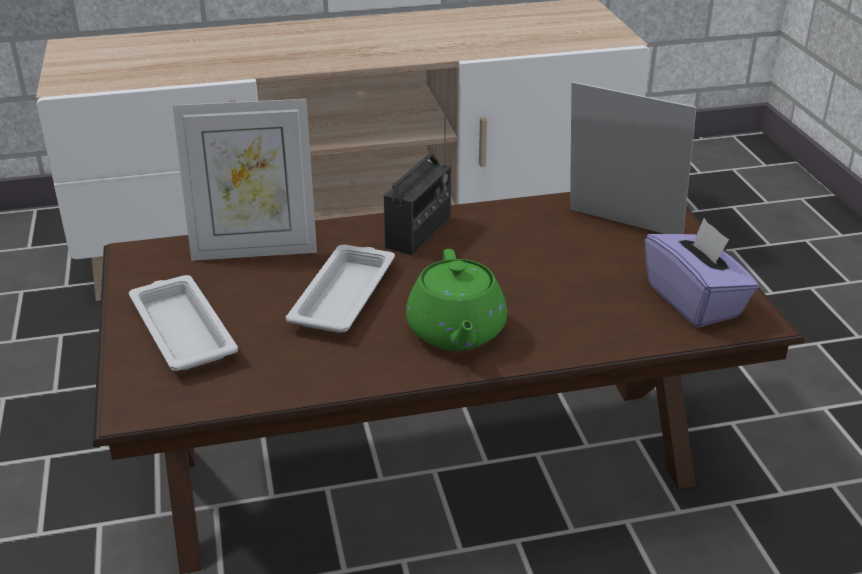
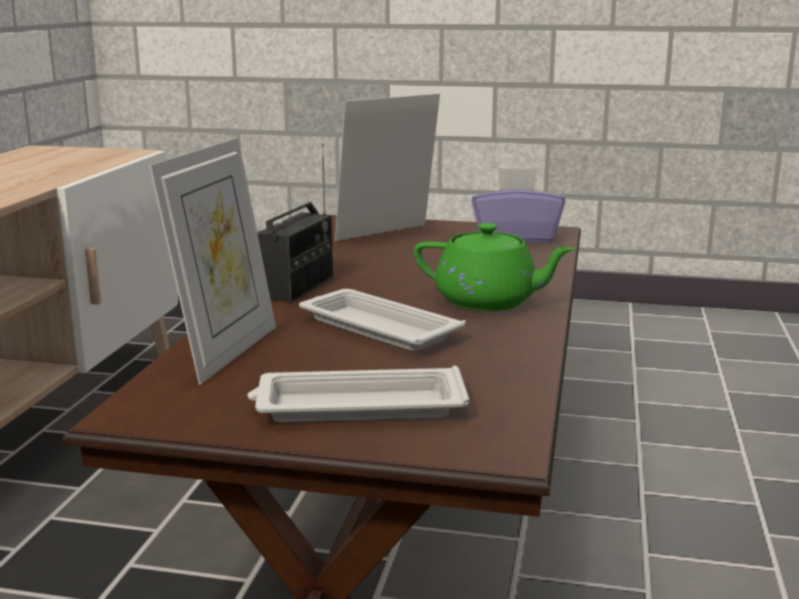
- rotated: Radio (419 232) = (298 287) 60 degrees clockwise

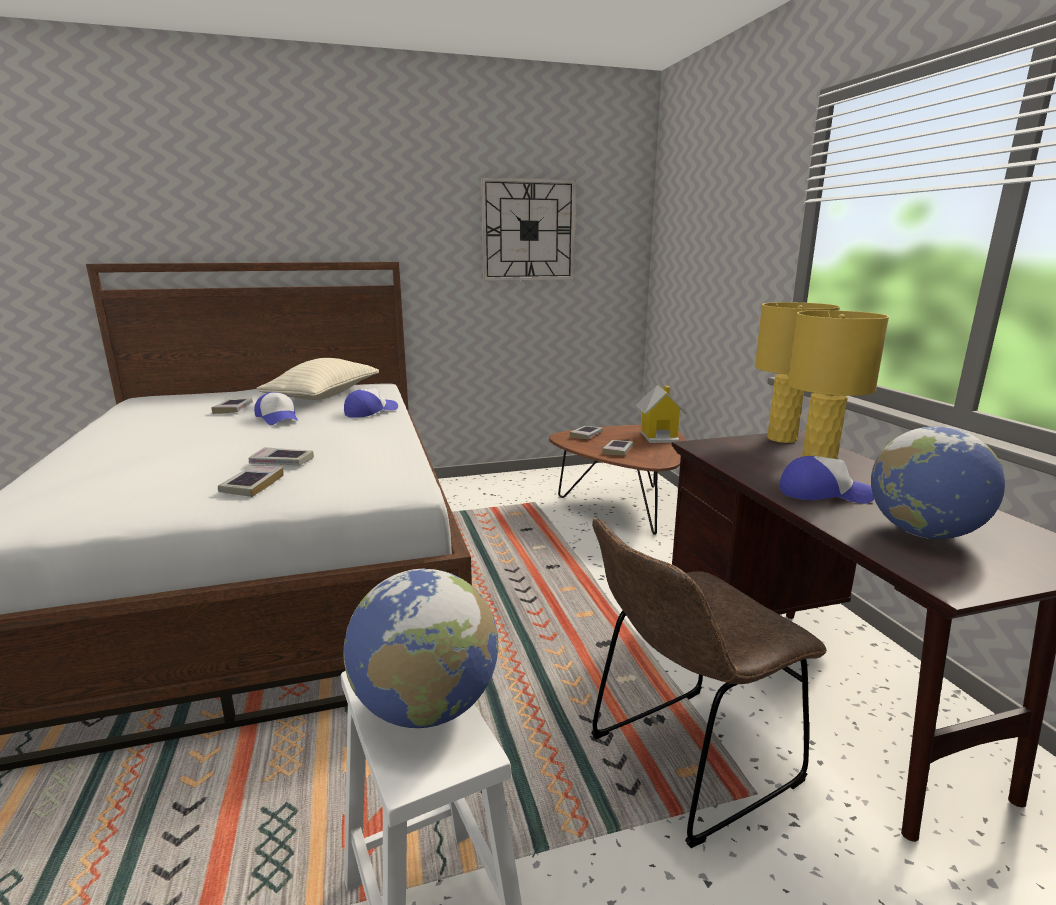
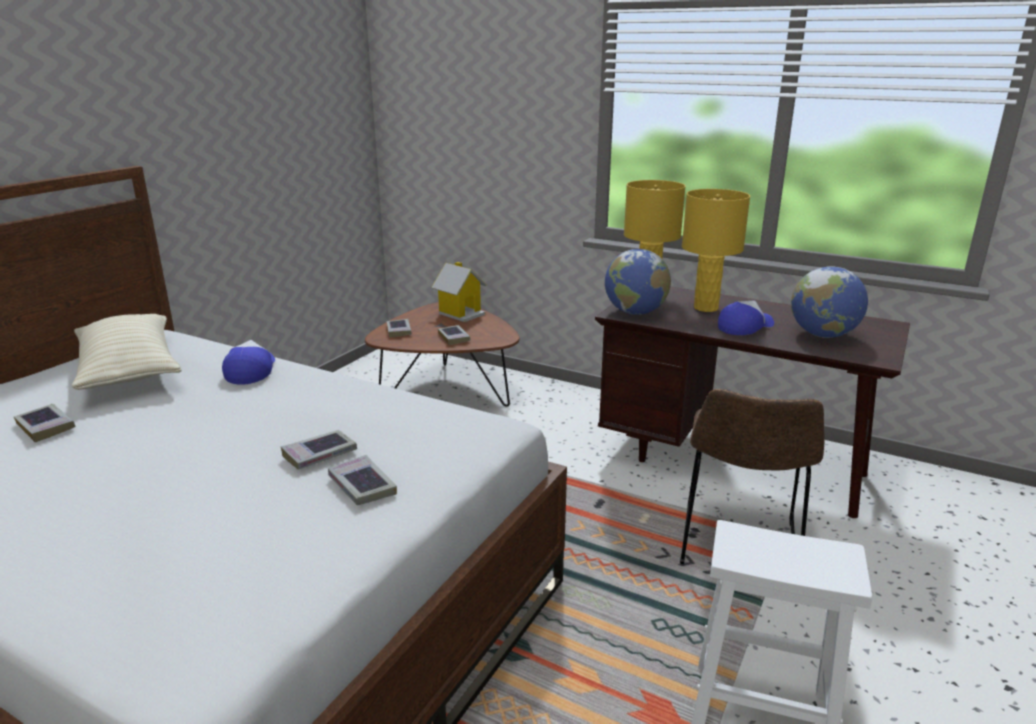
- gone: Kappe (278 418)
- gone: Wanduhr (528 230)
- shifted: Globus (426 708) to (635 312)

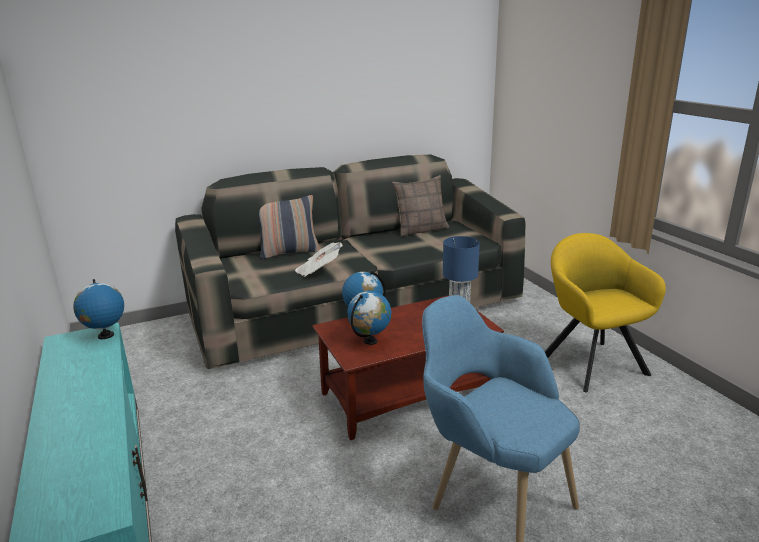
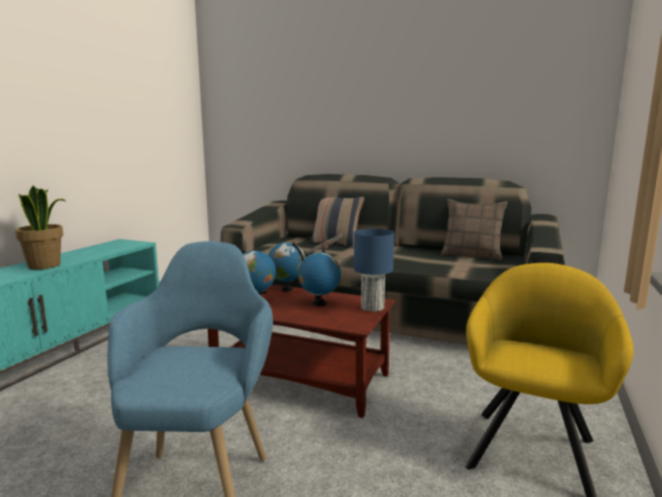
- new: Topfpflanze (45 265)
- shifted: Globus (105 336) to (319 303)

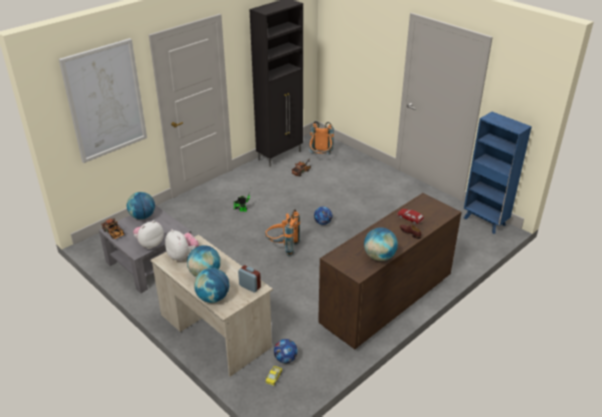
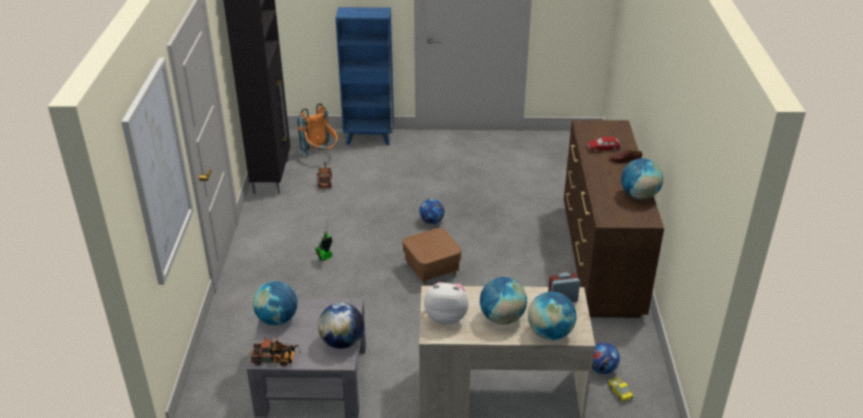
- shifted: Bücherregal (blau) (485 222) to (369 138)
- swapped: Plüschtier (150 244) to Globus (342 342)
- swapped: Rucksack (orange) (282 247) to Polsterhocker (braun) (431 269)

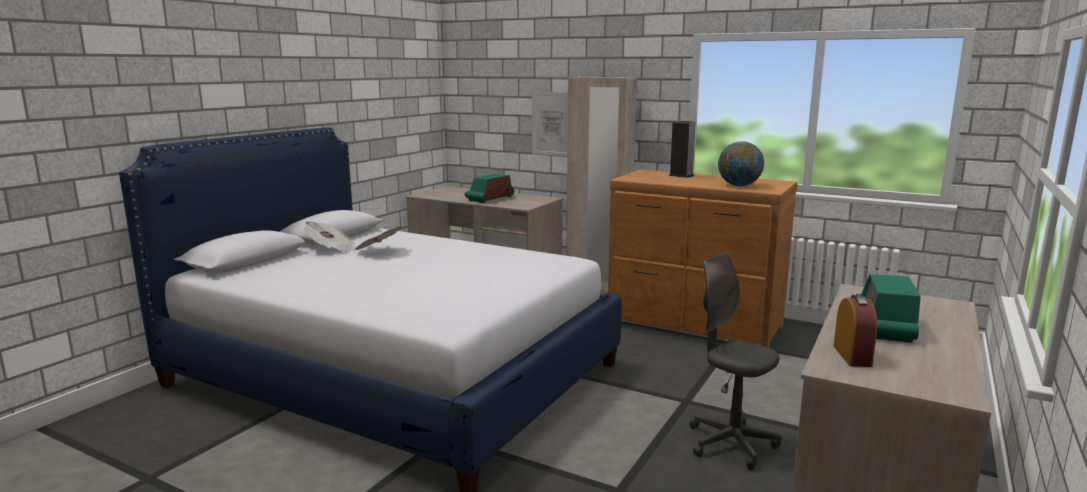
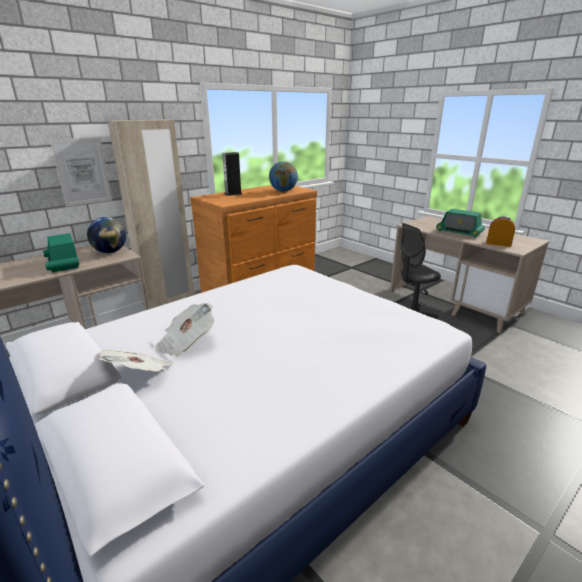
- new: Globus (110 252)

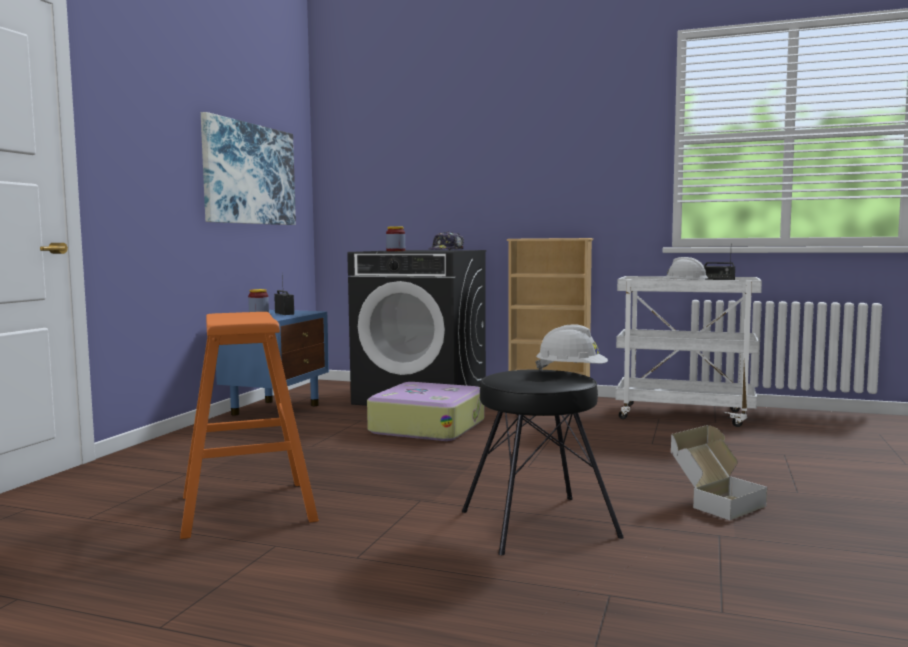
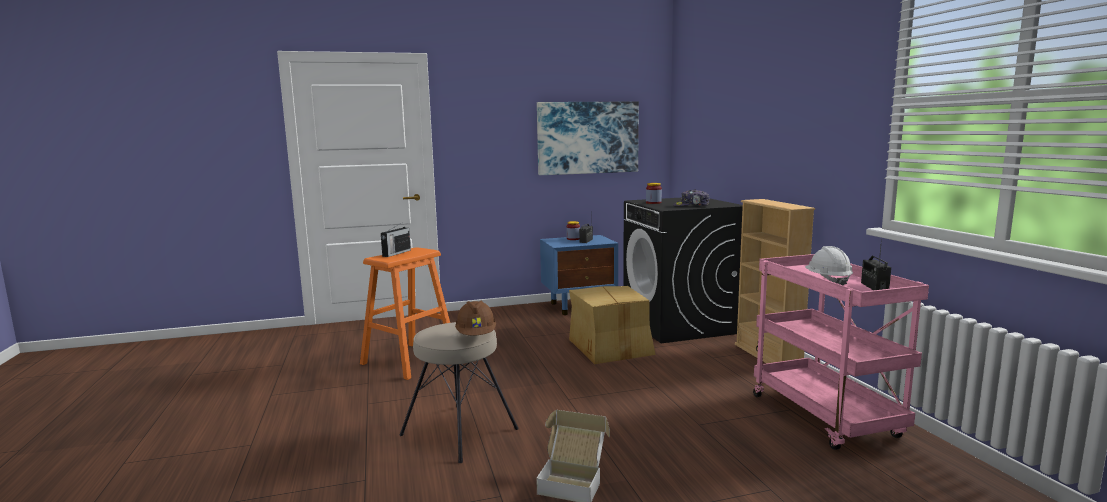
- new: Radio (396 253)
- swapped: Koffer (427 426) to Karton (611 348)
- repainted: Hocker (schwarz) (537 523) to Hocker (beige) (460 431)
- repainted: Schutzhelm (weiß) (571 373) to Schutzhelm (braun) (476 336)
- repainted: Rollwagen (weiß) (685 415) to Rollwagen (rosa) (826 417)

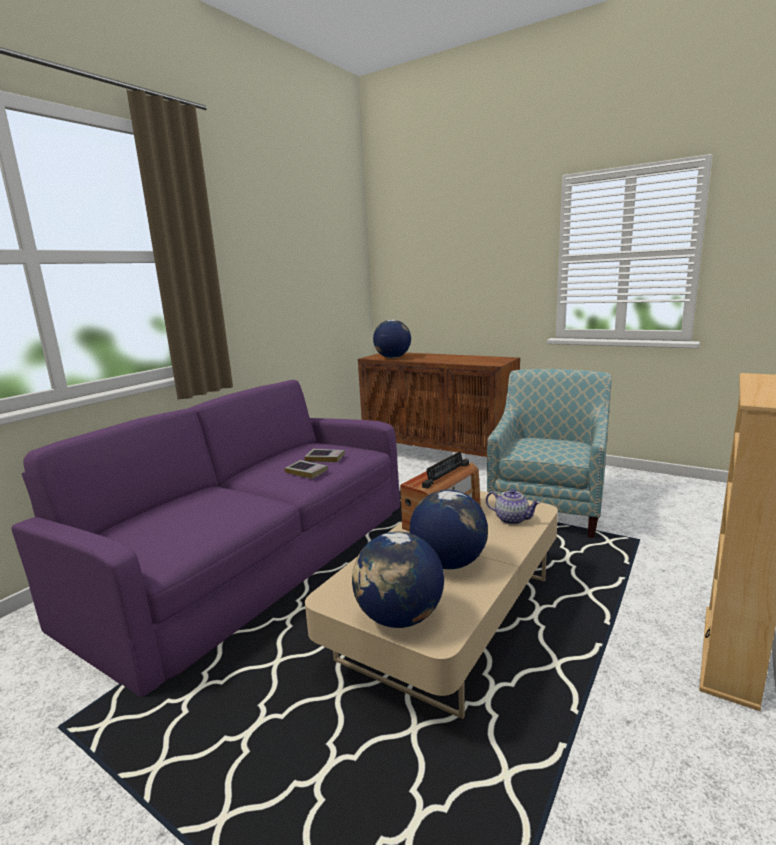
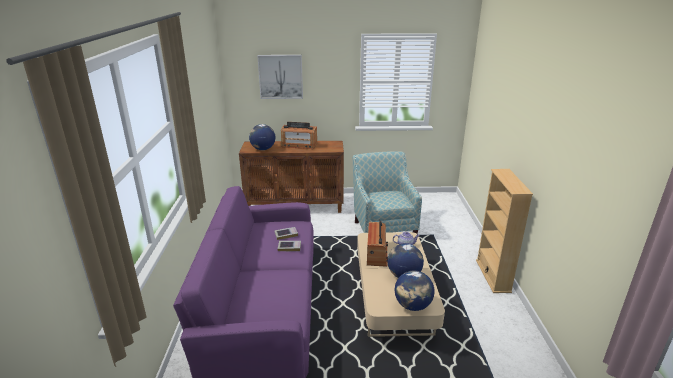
- new: Bild (280 76)
- new: Radio (299 145)

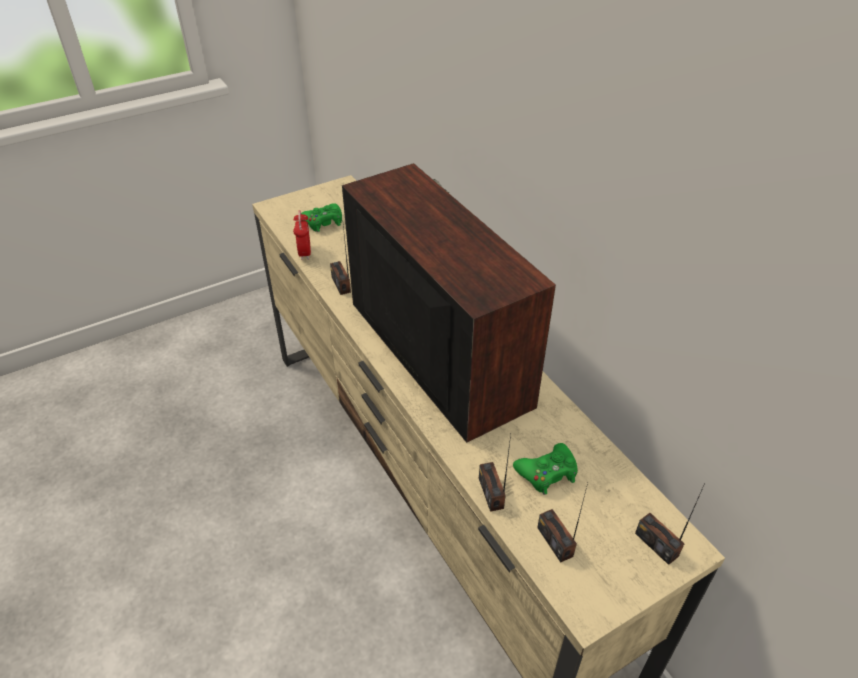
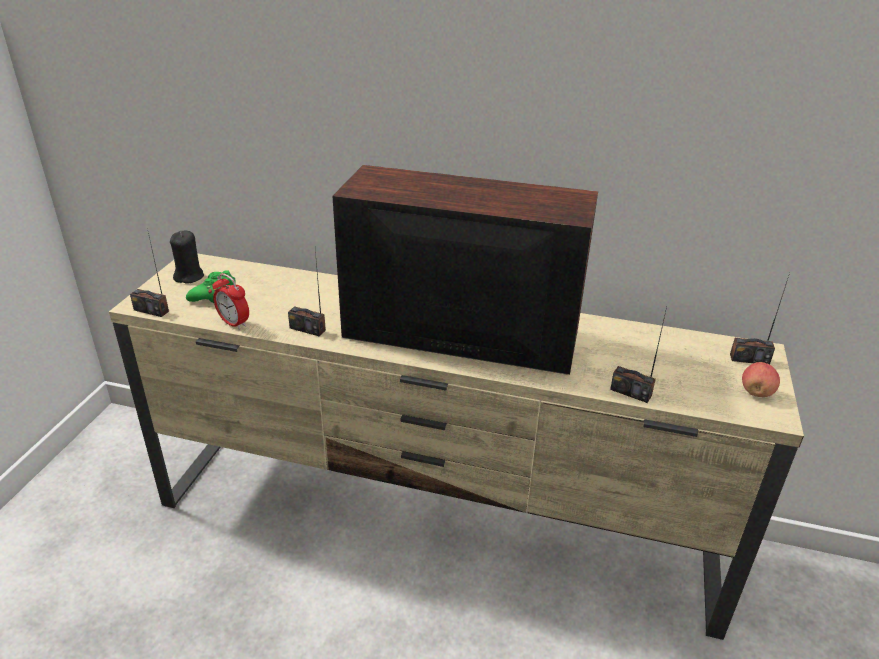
- gone: Gamepad (grün) (547 473)
- new: Kerze (schwarz) (189 276)
- new: Apfel (756 392)
- shifted: Radio (555 541) to (151 310)

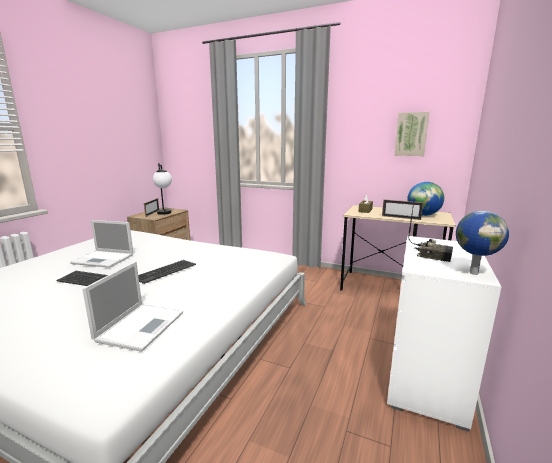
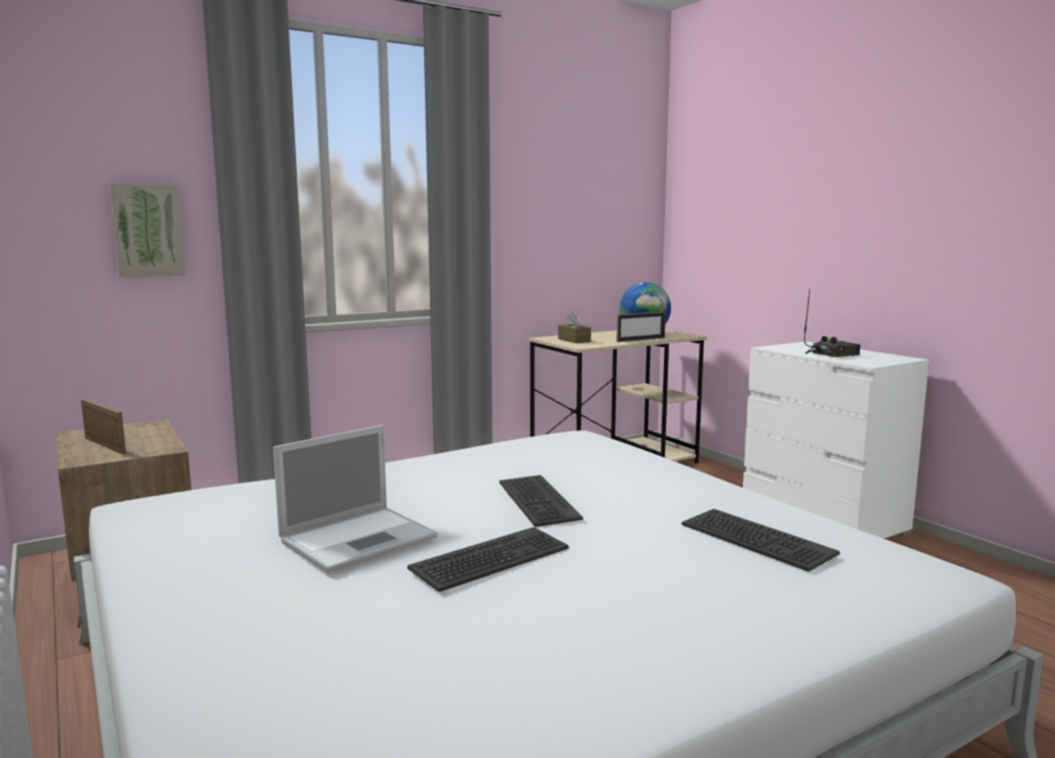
- gone: Tischlampe (165 214)
- gone: Globus (473 273)
- shifted: Bild (411 134) to (148 230)
- swapped: Laptop (141 325) to Tastatur (755 540)

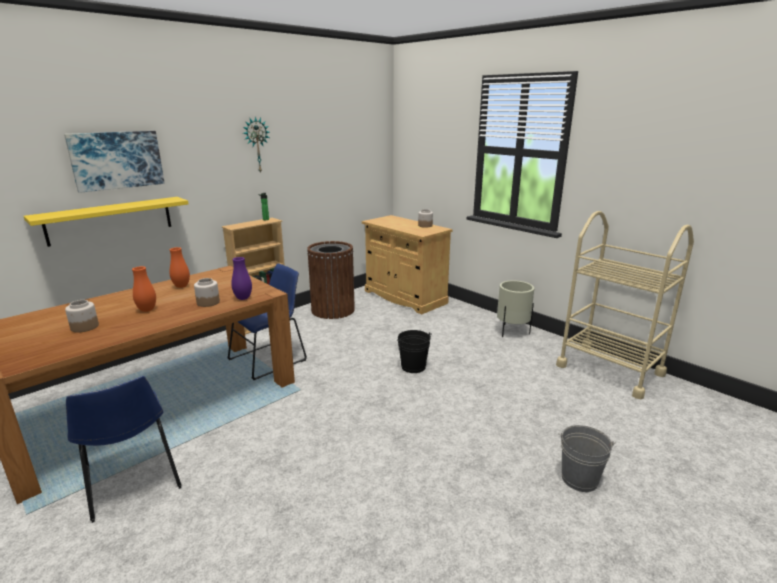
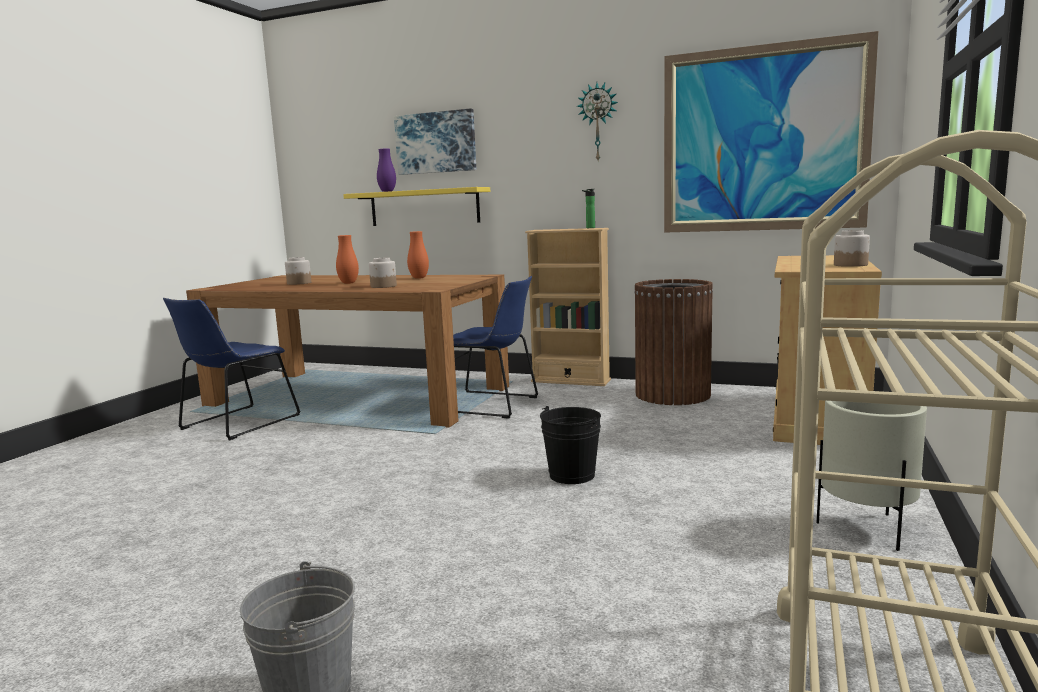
- new: Bild (763 139)
- shifted: Vase (lila) (243 298) to (387 191)

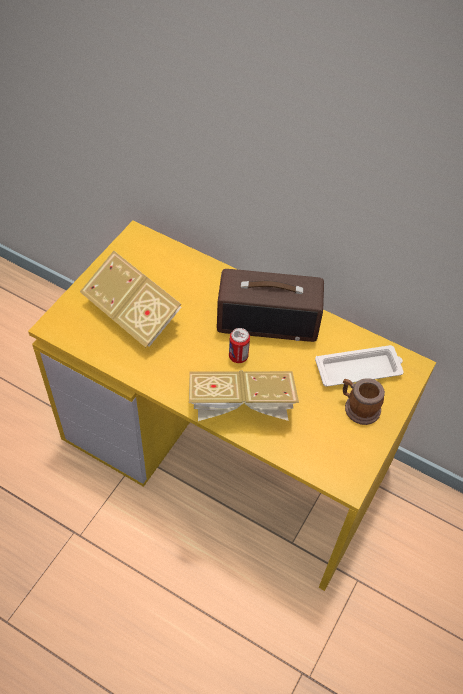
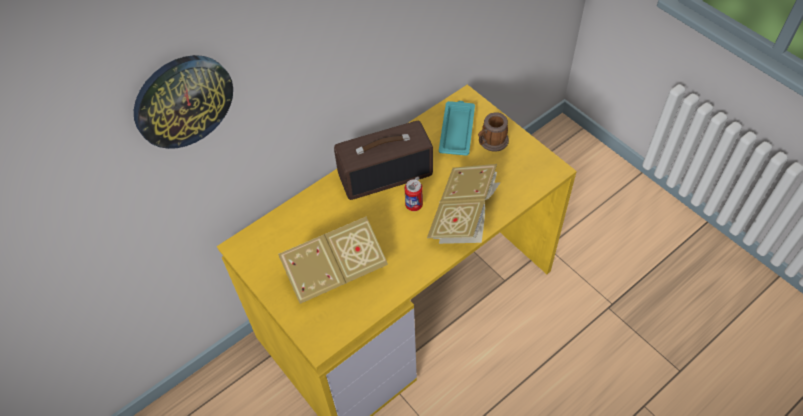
- new: Wanduhr (183 101)
- repainted: Tablett (weiß) (359 369) to Tablett (türkis) (457 130)
- rotated: Radio (268 321) = (385 174) 45 degrees clockwise

